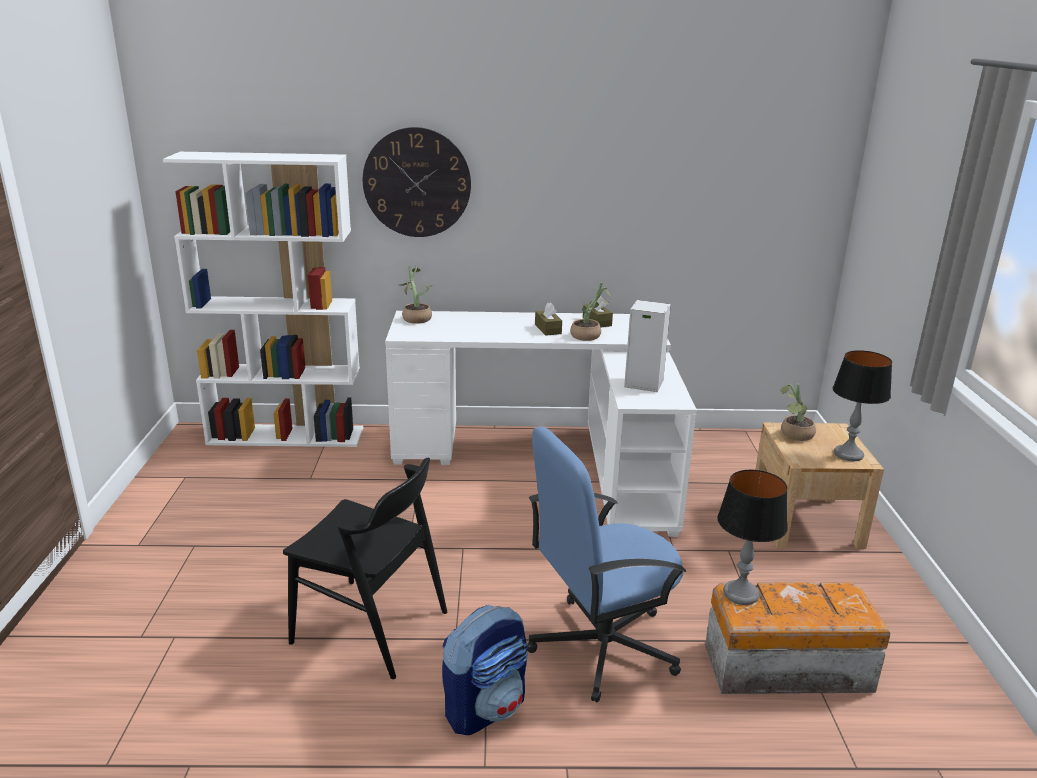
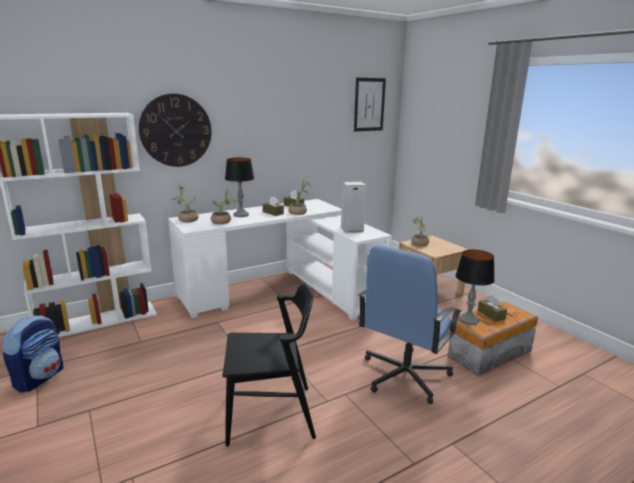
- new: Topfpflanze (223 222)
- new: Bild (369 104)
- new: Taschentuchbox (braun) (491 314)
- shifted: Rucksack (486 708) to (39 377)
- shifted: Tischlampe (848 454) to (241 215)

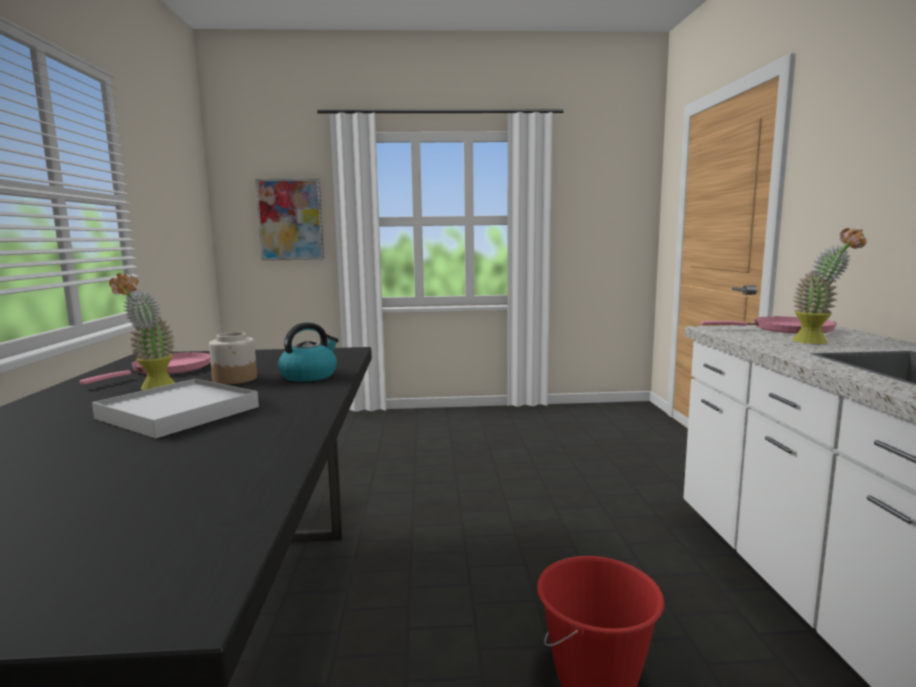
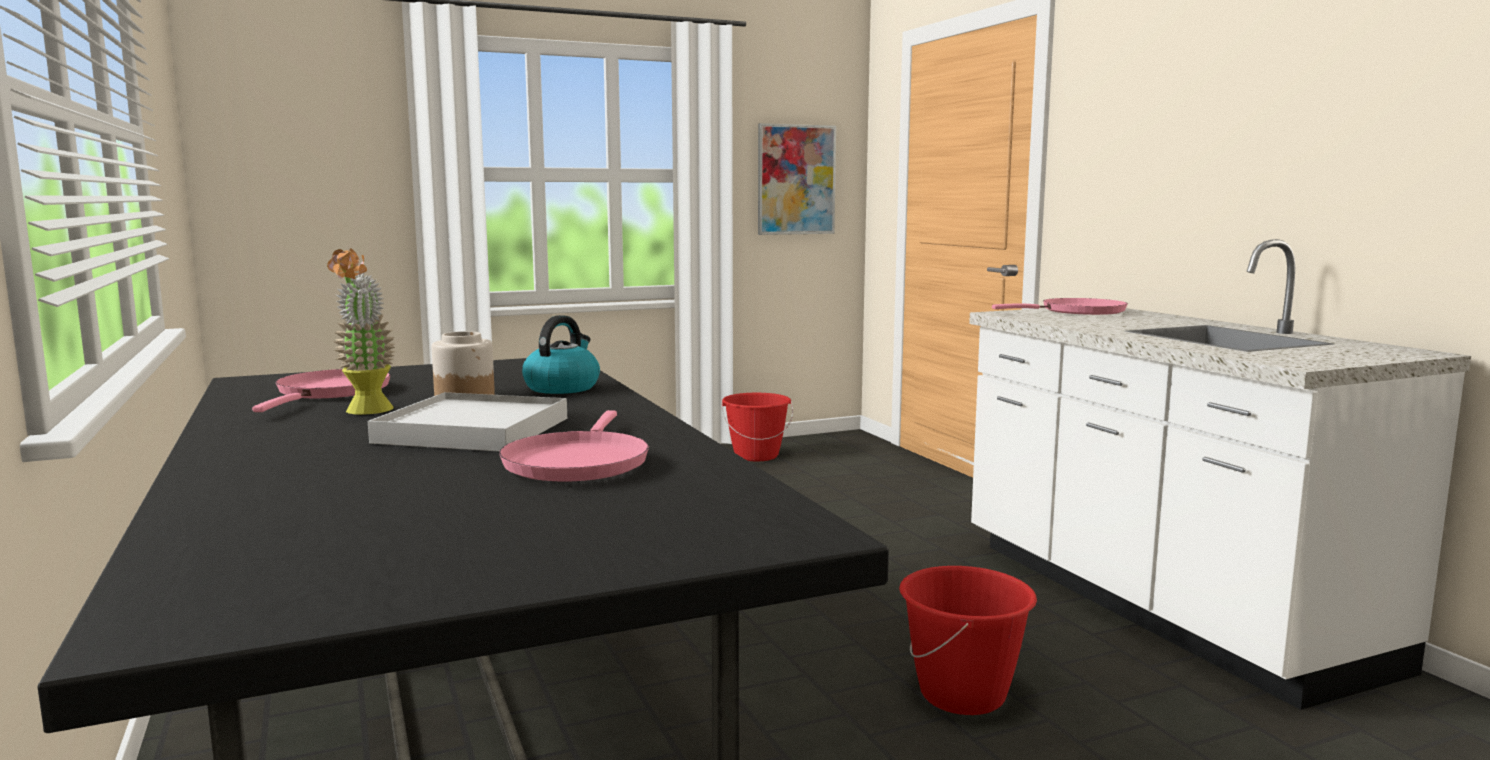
- gone: Topfpflanze (819 342)
- new: Pfanne (rosa) (577 462)
- new: Eimer (rot) (756 456)
- shifted: Bild (290 220) to (796 180)

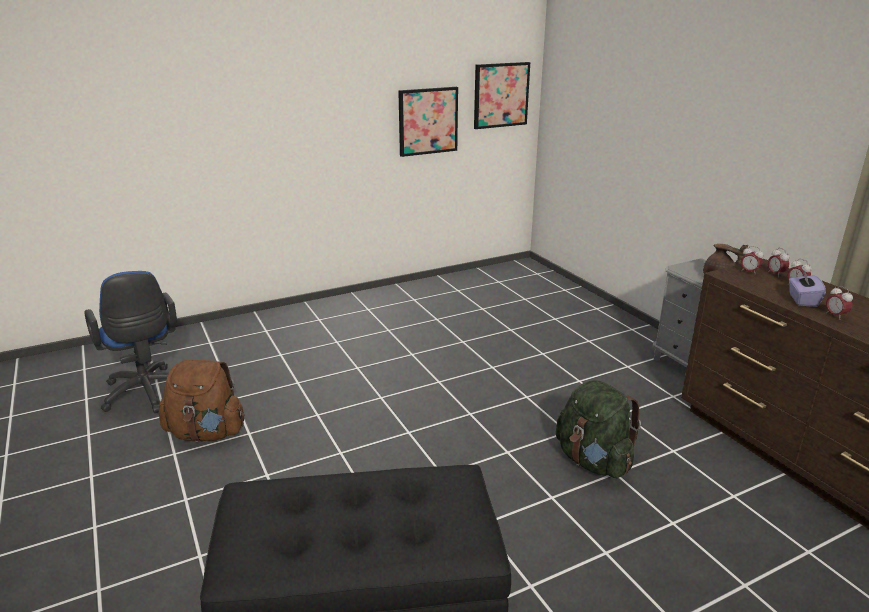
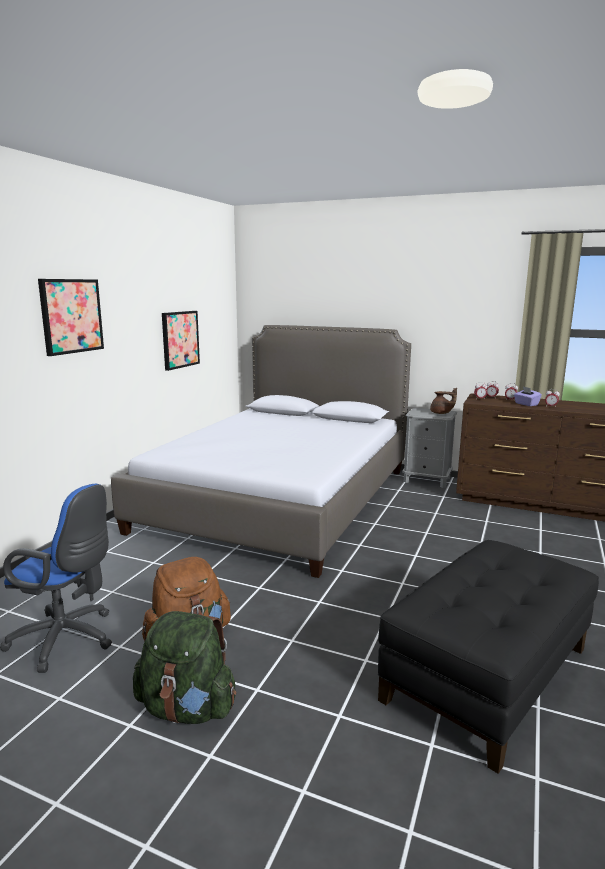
- new: Bett (280 498)
- shifted: Bild (500 95) to (71 316)
- shifted: Rucksack (grün) (593 461) to (187 708)

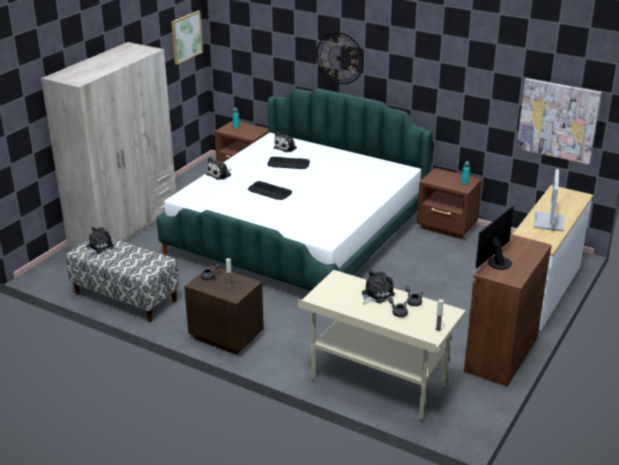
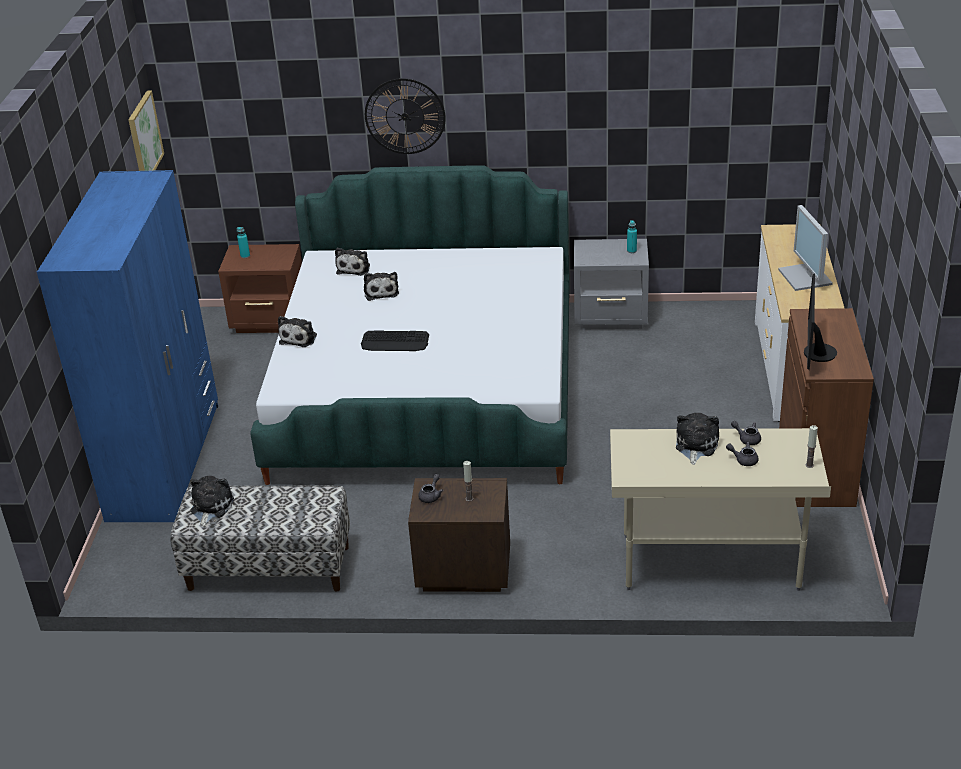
- gone: Bild (558 120)
- swapped: Tastatur (288 163) to Plüschtier (381 292)
- repainted: Kleiderschrank (beige) (125 226) to Kleiderschrank (blau) (165 461)
- repainted: Nachttisch (braun) (447 227) to Nachttisch (grau) (611 317)

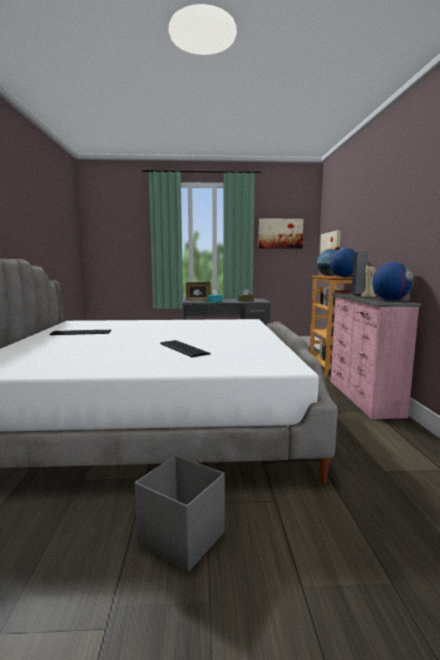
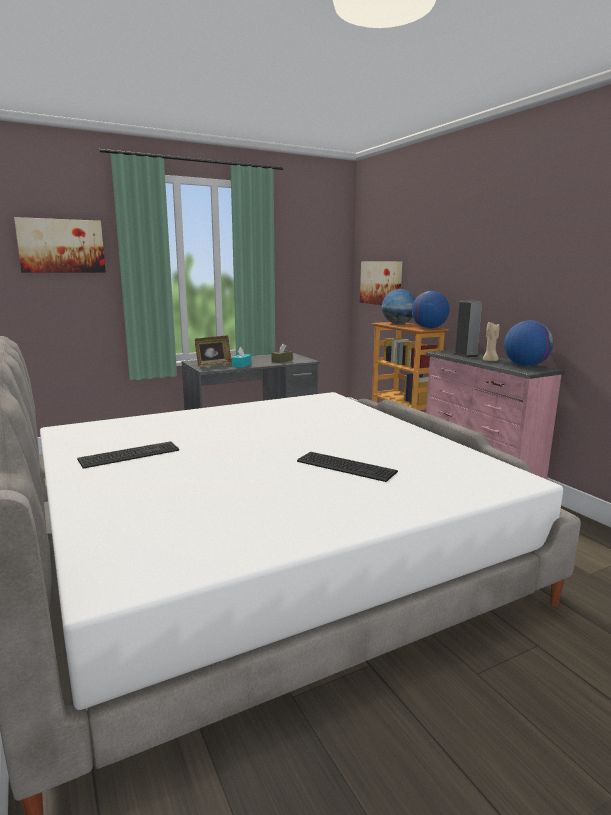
- gone: Aufbewahrungsbox (grau) (181 537)
- shifted: Bild (280 233) to (61 246)

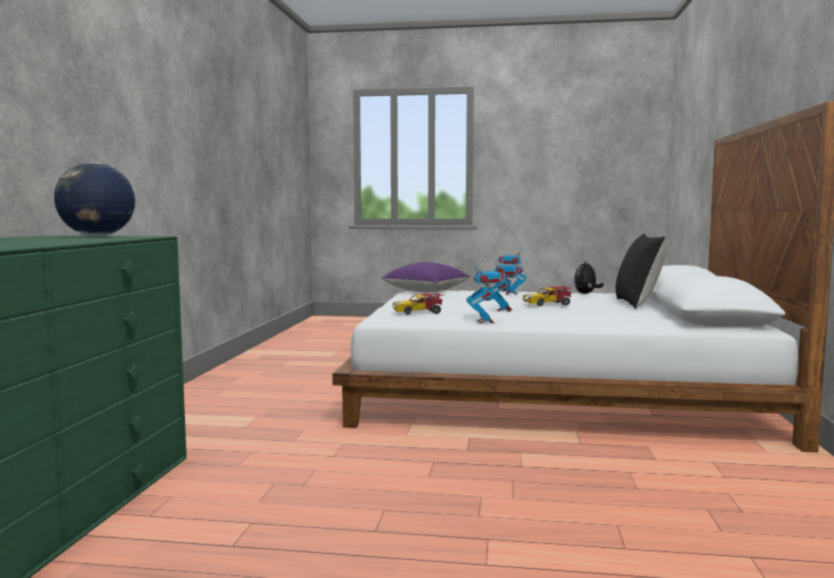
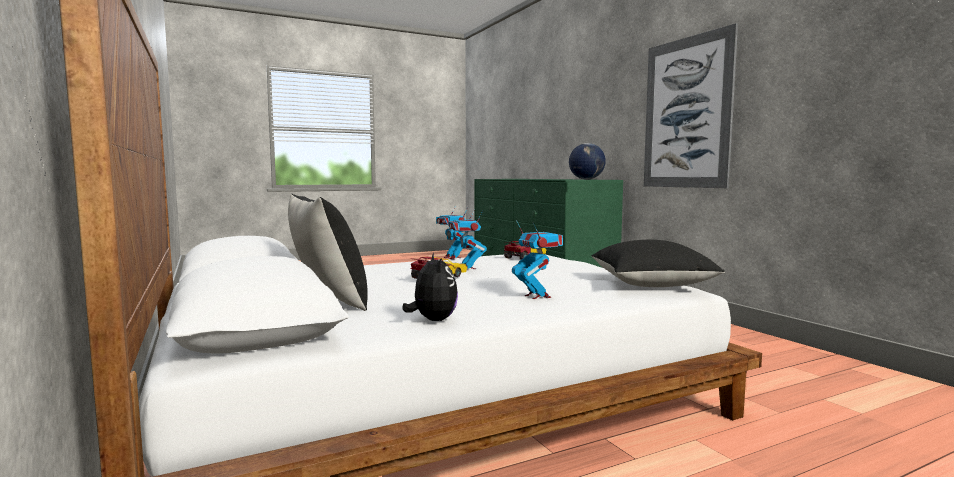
- new: Bild (686 113)
- repainted: Kissen (lila) (426 291) to Kissen (schwarz) (651 285)

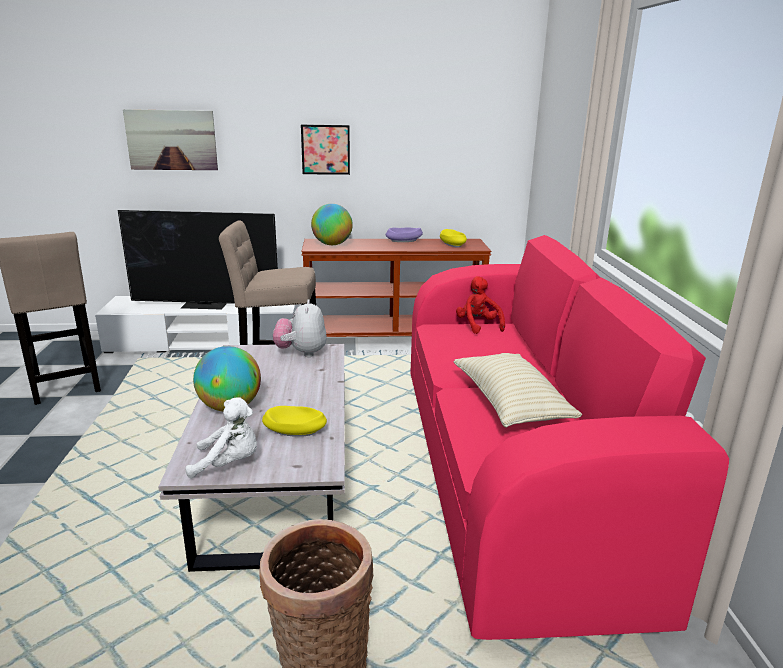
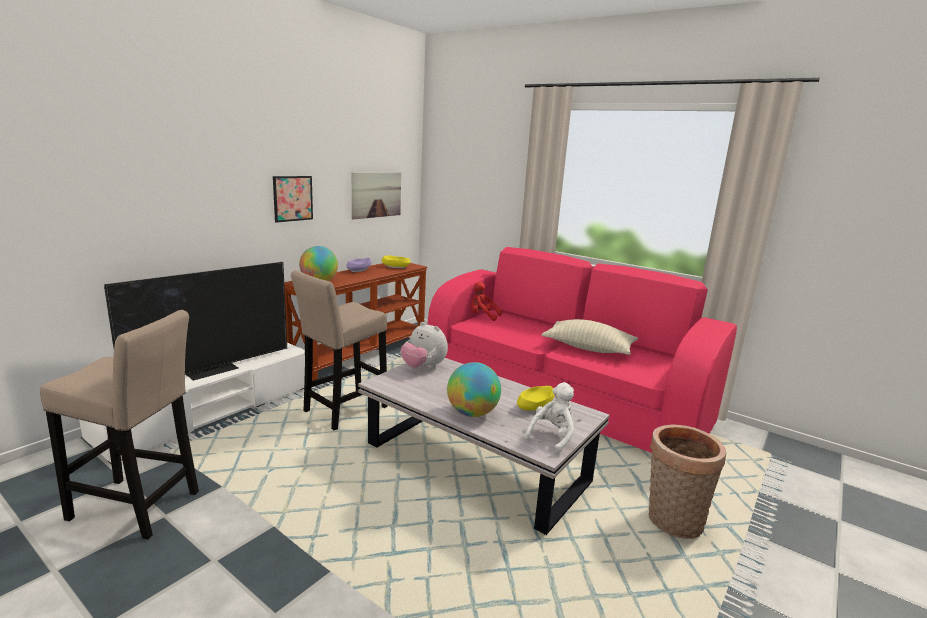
- shifted: Bild (171 140) to (376 194)

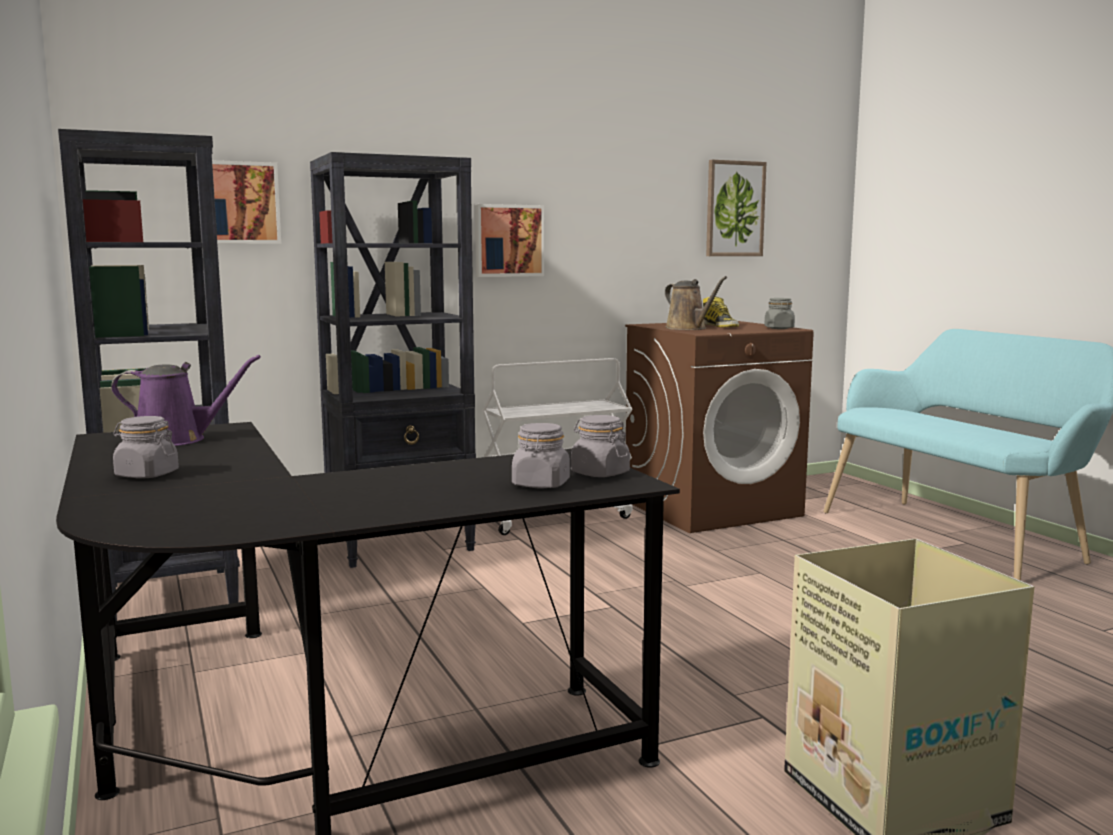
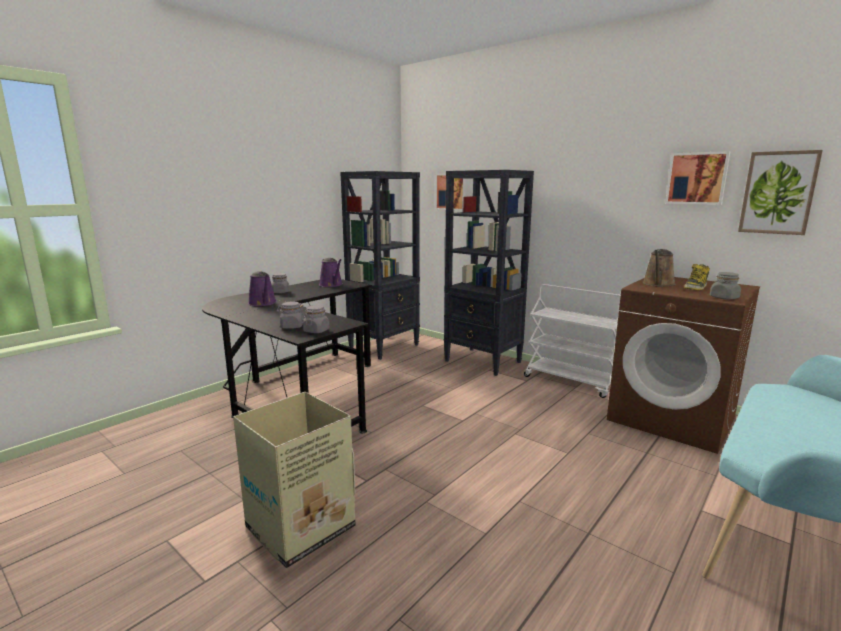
- new: Gießkanne (lila) (263 303)
- shifted: Bild (508 240) to (697 178)

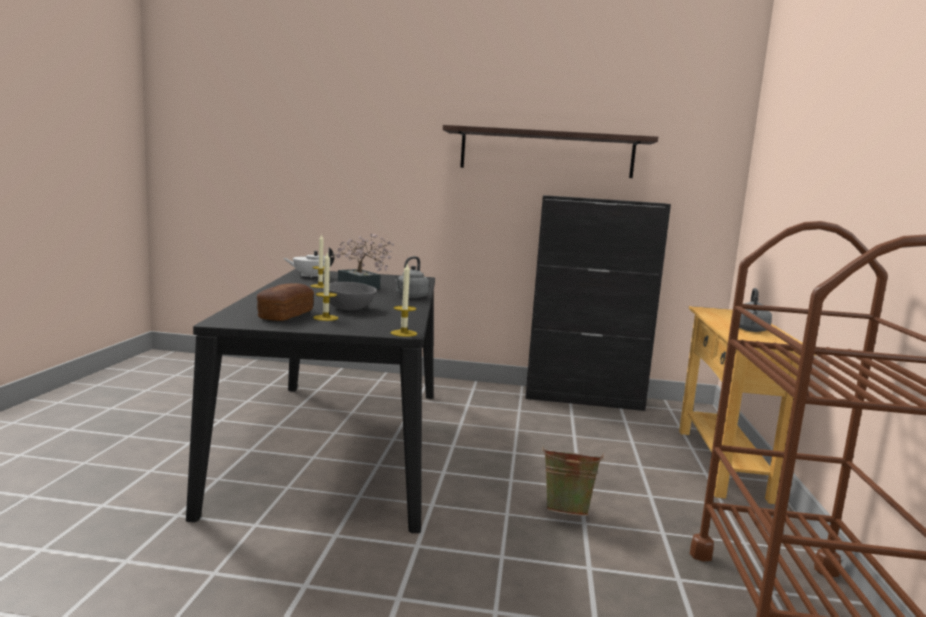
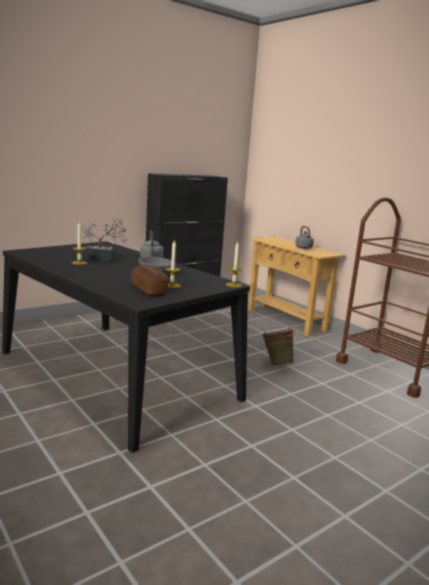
- gone: Teekanne (weiß) (309 276)
- gone: Wandregal (546 153)

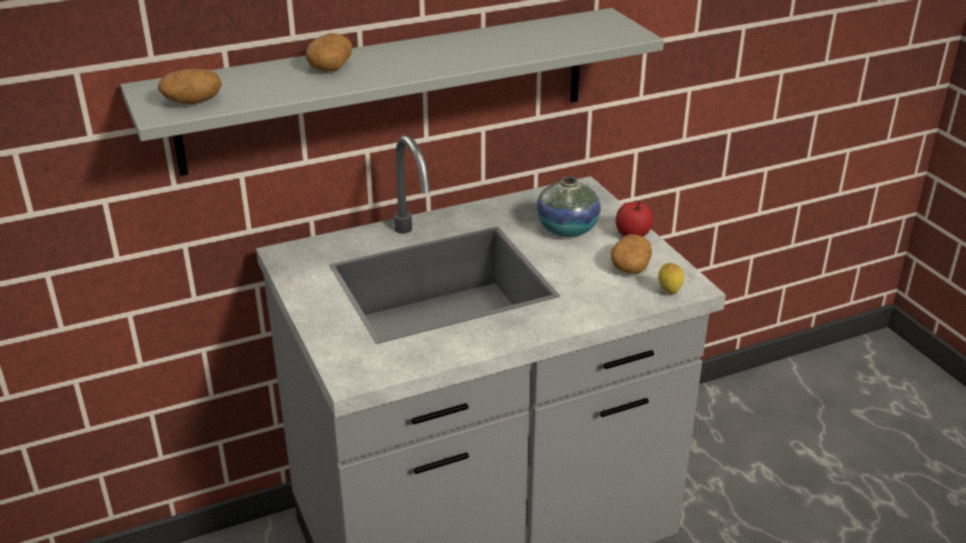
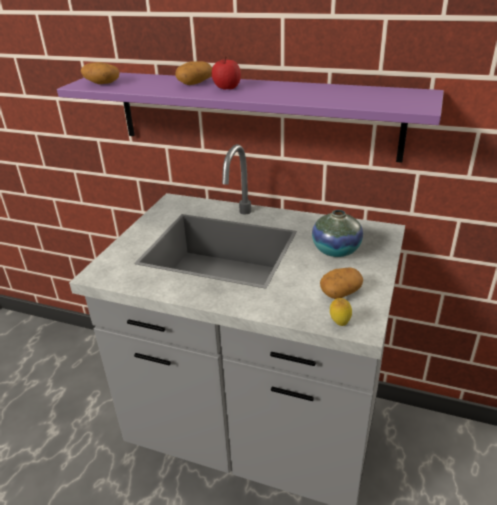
- shifted: Apfel (633 235) to (227 88)
- repainted: Wandregal (grau) (388 89) to Wandregal (lila) (253 114)

